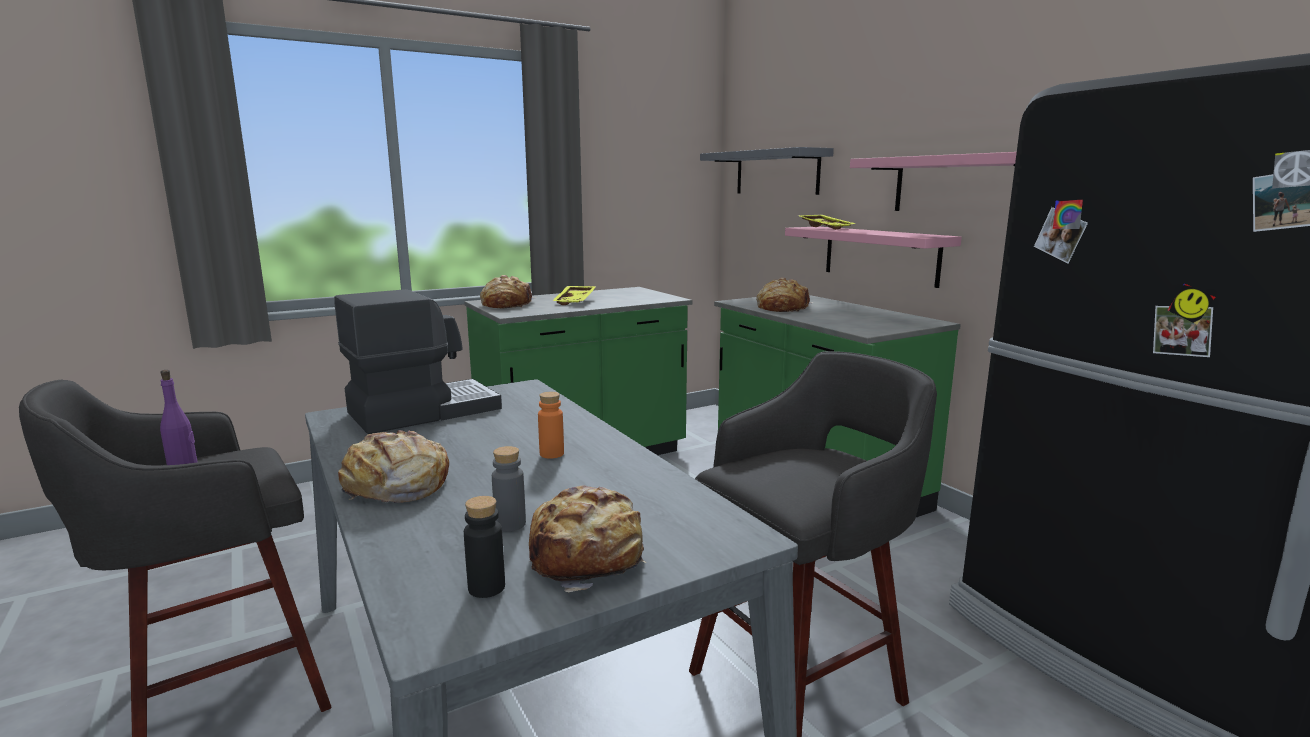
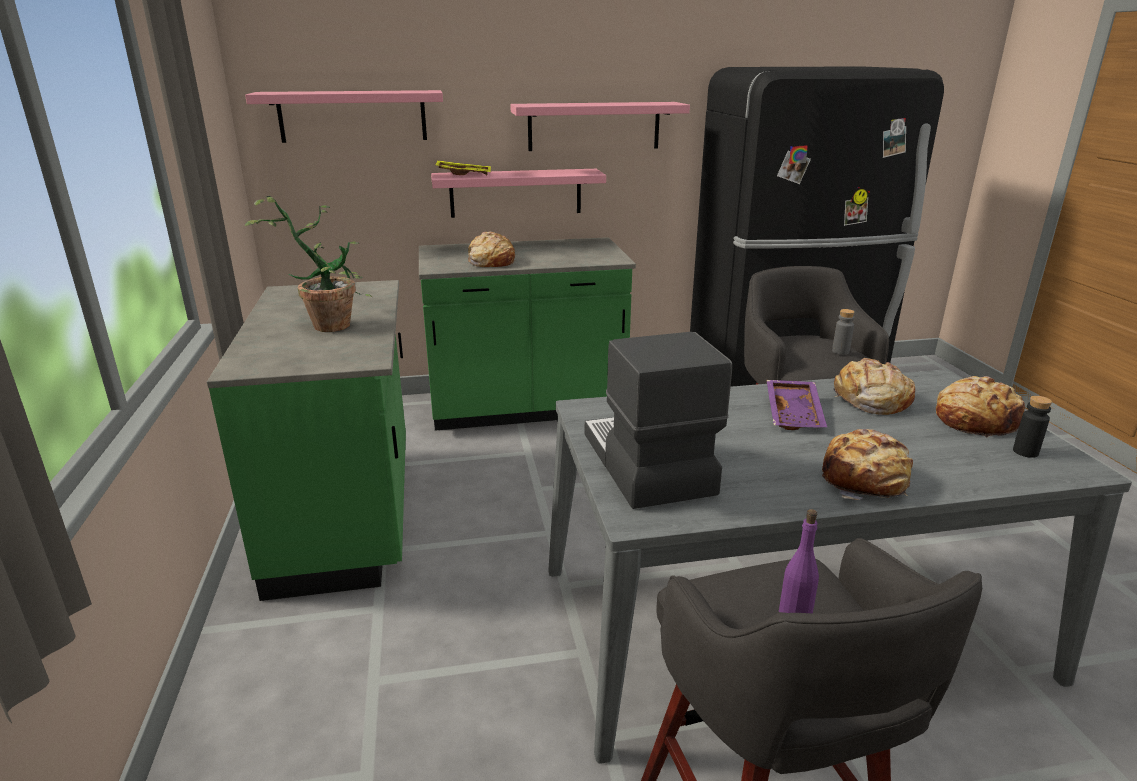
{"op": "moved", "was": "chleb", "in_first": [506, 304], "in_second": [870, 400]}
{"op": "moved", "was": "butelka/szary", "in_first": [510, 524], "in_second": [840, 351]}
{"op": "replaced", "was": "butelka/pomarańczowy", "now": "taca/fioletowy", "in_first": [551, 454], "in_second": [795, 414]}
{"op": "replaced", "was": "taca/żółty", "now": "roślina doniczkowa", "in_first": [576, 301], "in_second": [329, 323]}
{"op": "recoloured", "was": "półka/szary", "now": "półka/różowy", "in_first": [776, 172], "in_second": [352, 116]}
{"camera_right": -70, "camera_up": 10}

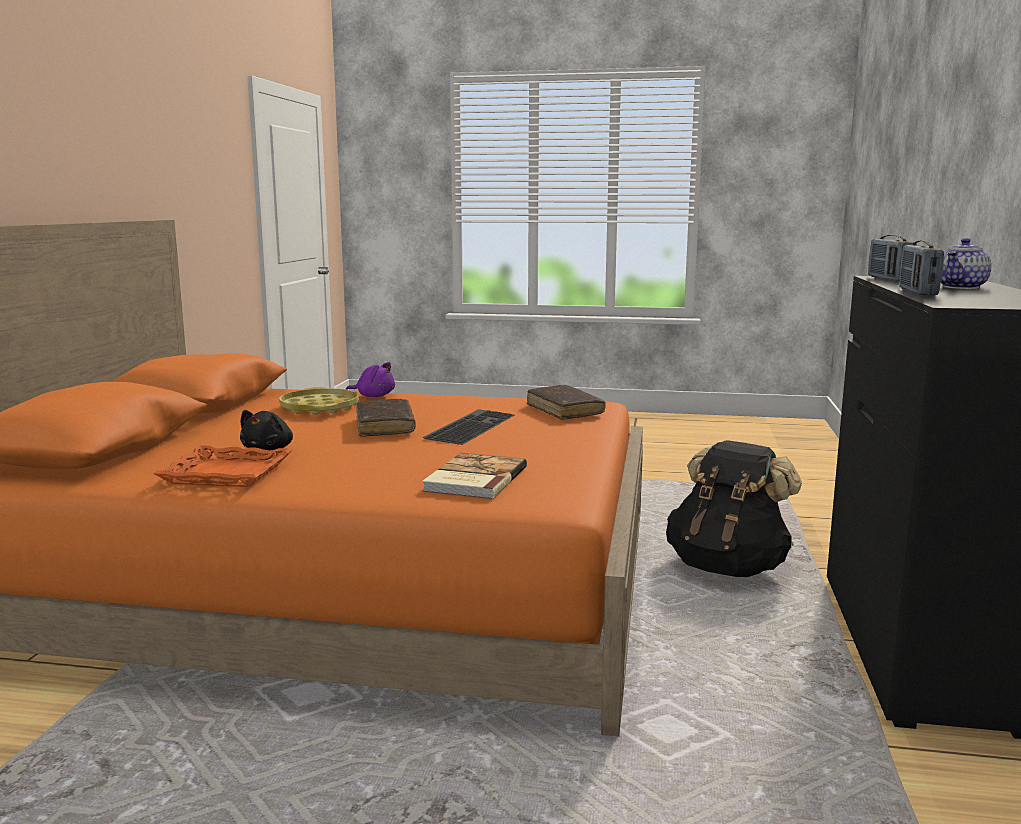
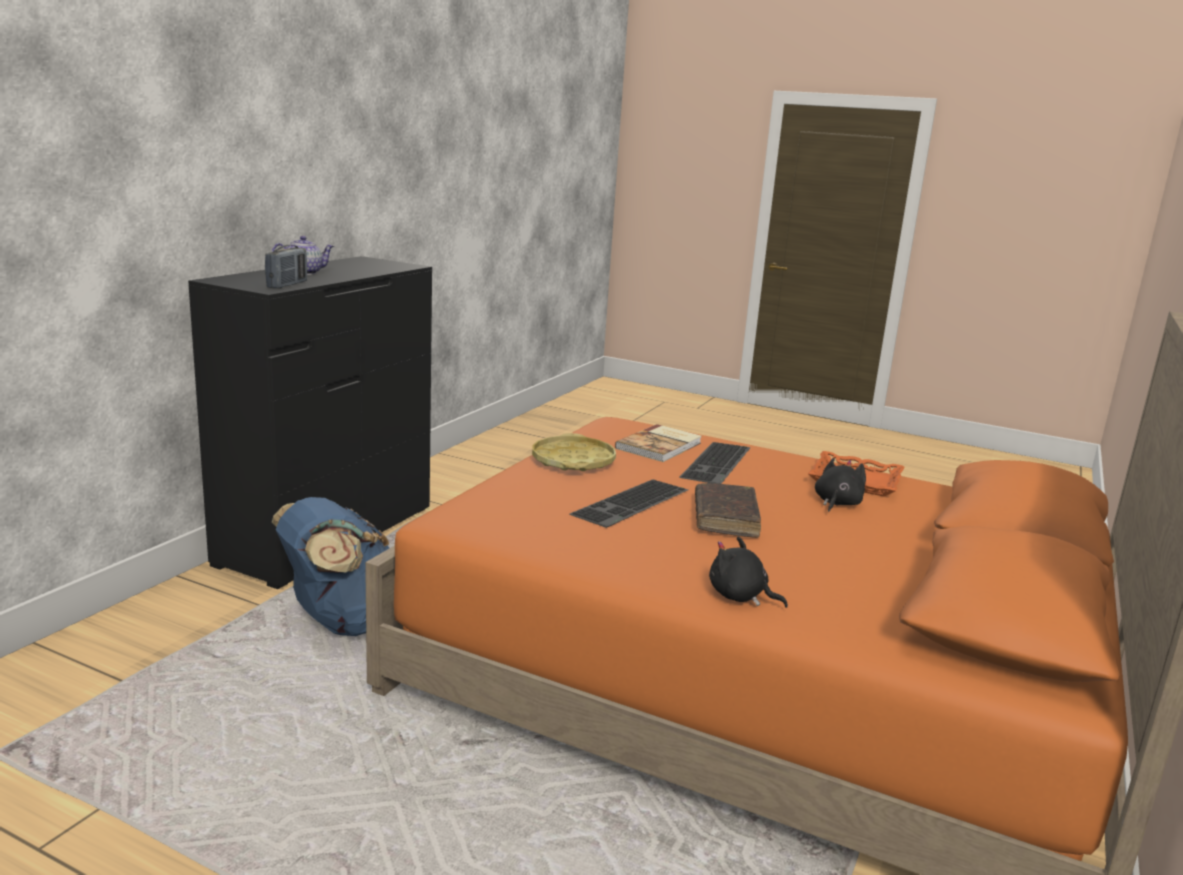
{"op": "removed", "was": "książka/brązowy", "in_first": [564, 410]}
{"op": "removed", "was": "radio", "in_first": [917, 292]}
{"op": "added", "now": "klawiatura", "in_second": [718, 463]}
{"op": "moved", "was": "taca/żółty", "in_first": [320, 408], "in_second": [573, 461]}
{"op": "recoloured", "was": "pluszak/fioletowy", "now": "pluszak/czarny", "in_first": [374, 396], "in_second": [740, 596]}
{"op": "recoloured", "was": "plecak/czarny", "now": "plecak/niebieski", "in_first": [728, 567], "in_second": [344, 623]}
{"camera_right": -165, "camera_up": 5}

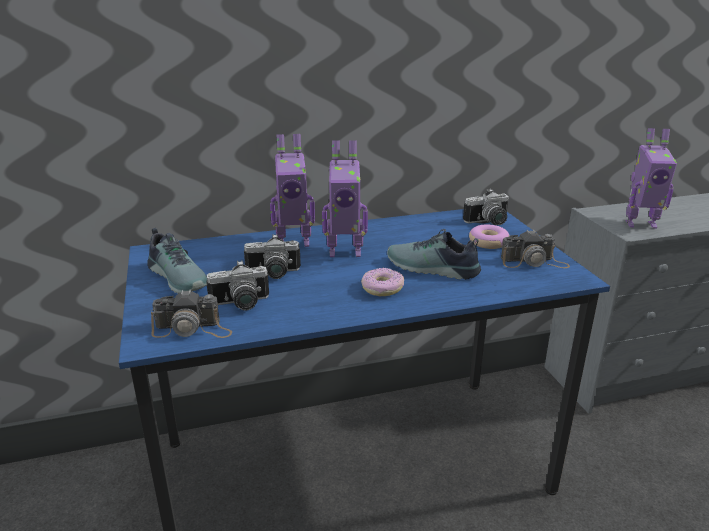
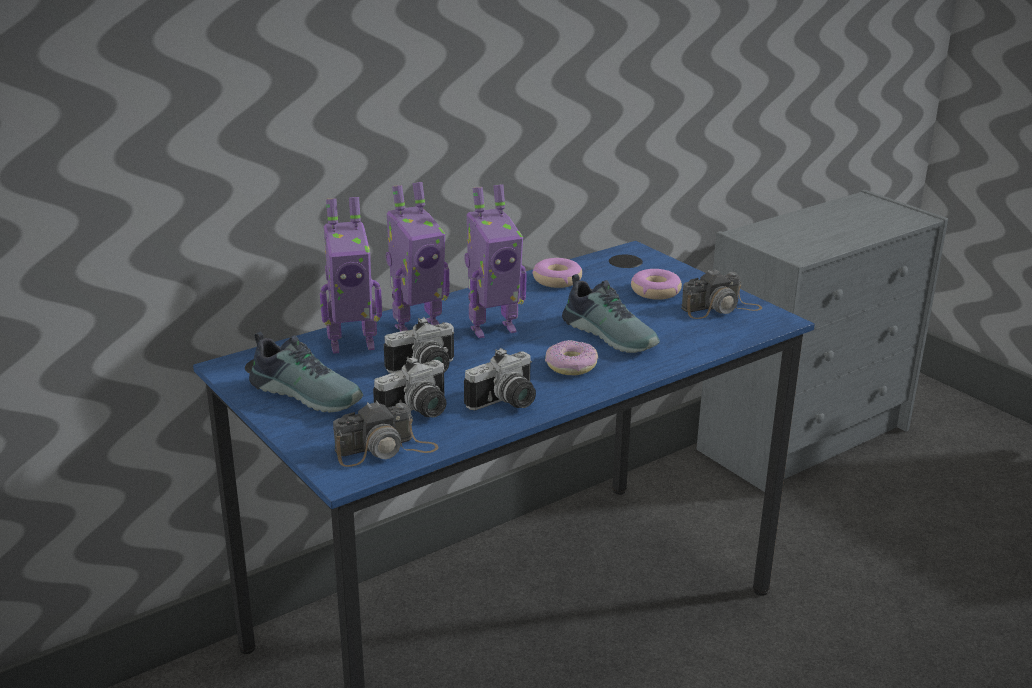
{"op": "added", "now": "donut", "in_second": [557, 280]}
{"op": "moved", "was": "aparat fotograficzny", "in_first": [489, 222], "in_second": [506, 403]}
{"op": "moved", "was": "robot zabawkowy", "in_first": [640, 223], "in_second": [352, 344]}
{"op": "turned", "was": "but", "in_first": [431, 269], "in_second": [612, 334], "clockwise": -135}
{"camera_right": -20, "camera_up": 0}

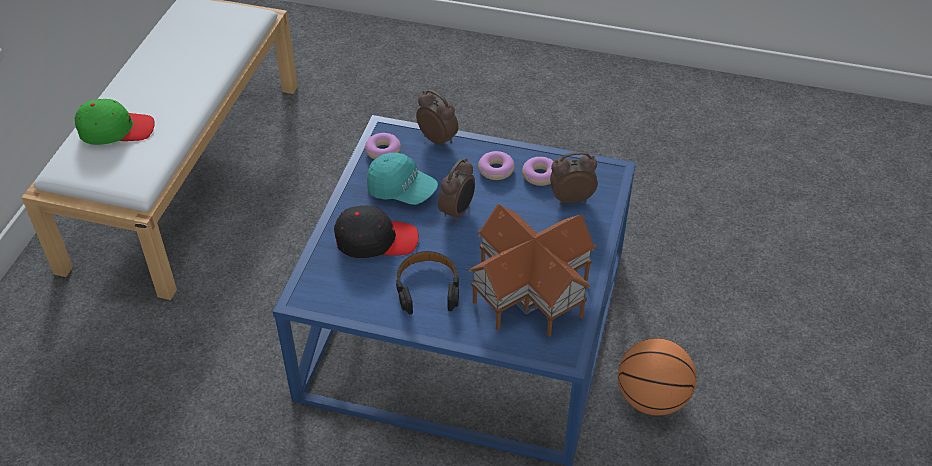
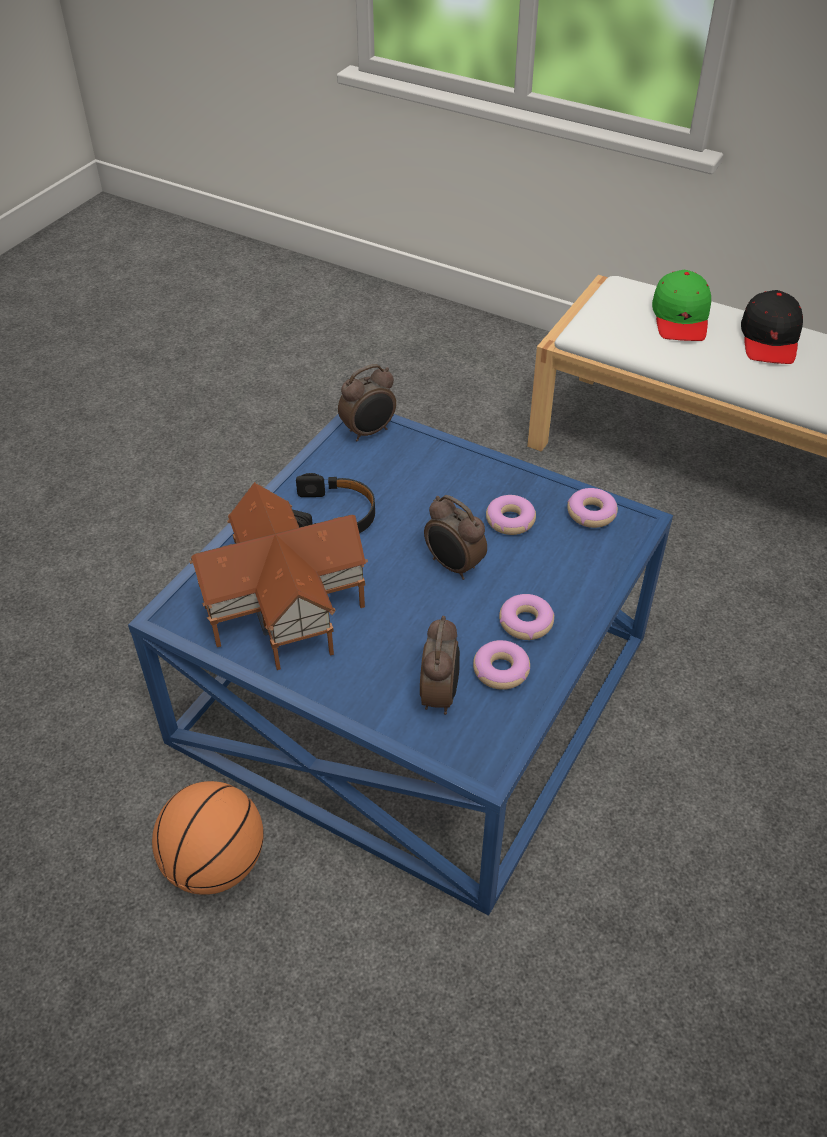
{"op": "moved", "was": "czapka z daszkiem/czarny", "in_first": [376, 240], "in_second": [770, 339]}
{"op": "moved", "was": "budzik", "in_first": [438, 139], "in_second": [369, 432]}
{"op": "replaced", "was": "czapka z daszkiem/turkusowy", "now": "donut", "in_first": [402, 190], "in_second": [510, 520]}
{"camera_right": 105, "camera_up": 0}

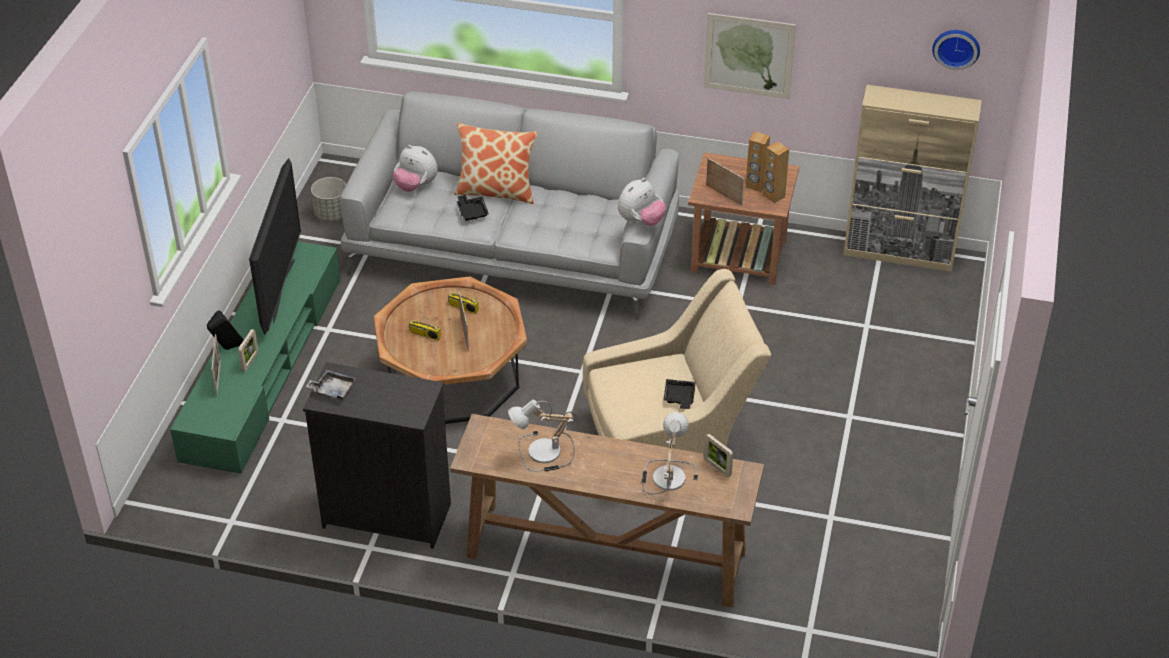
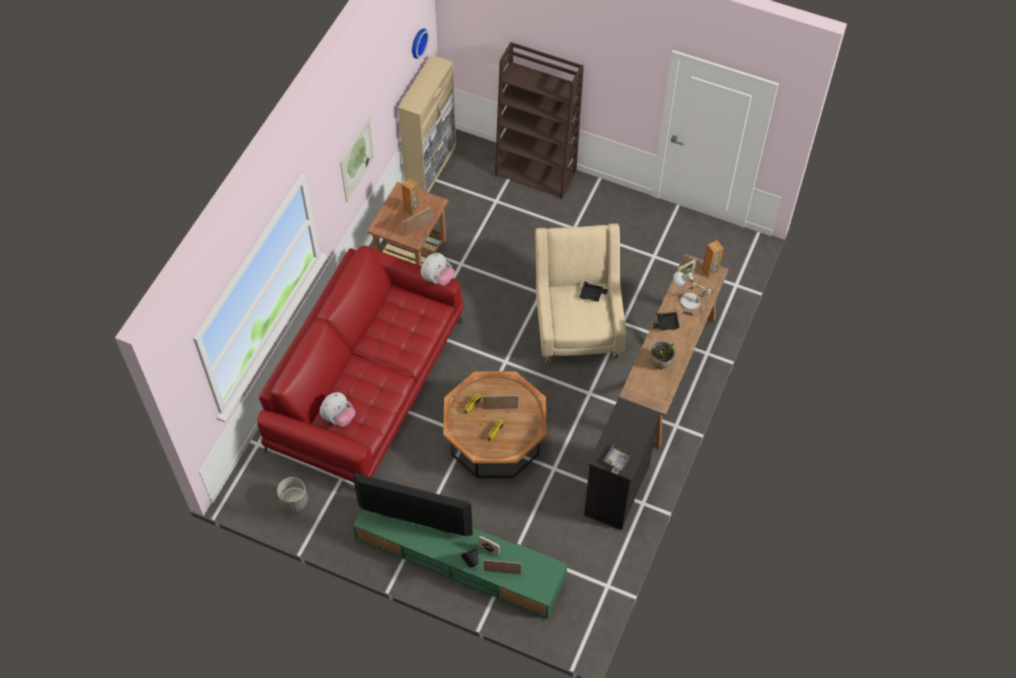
{"op": "removed", "was": "poduszka", "in_first": [496, 191]}
{"op": "added", "now": "regał/brązowy", "in_second": [536, 173]}
{"op": "moved", "was": "taca/czarny", "in_first": [472, 212], "in_second": [666, 324]}
{"op": "moved", "was": "głośnik/brązowy", "in_first": [773, 196], "in_second": [710, 271]}
{"op": "replaced", "was": "lampa stołowa", "now": "roślina doniczkowa", "in_first": [542, 454], "in_second": [661, 362]}
{"op": "recoloured", "was": "kanapa/szary", "now": "kanapa/czerwony", "in_first": [514, 248], "in_second": [368, 383]}
{"op": "turned", "was": "pluszak", "in_first": [641, 221], "in_second": [437, 278], "clockwise": 75}
{"camera_right": -80, "camera_up": 15}

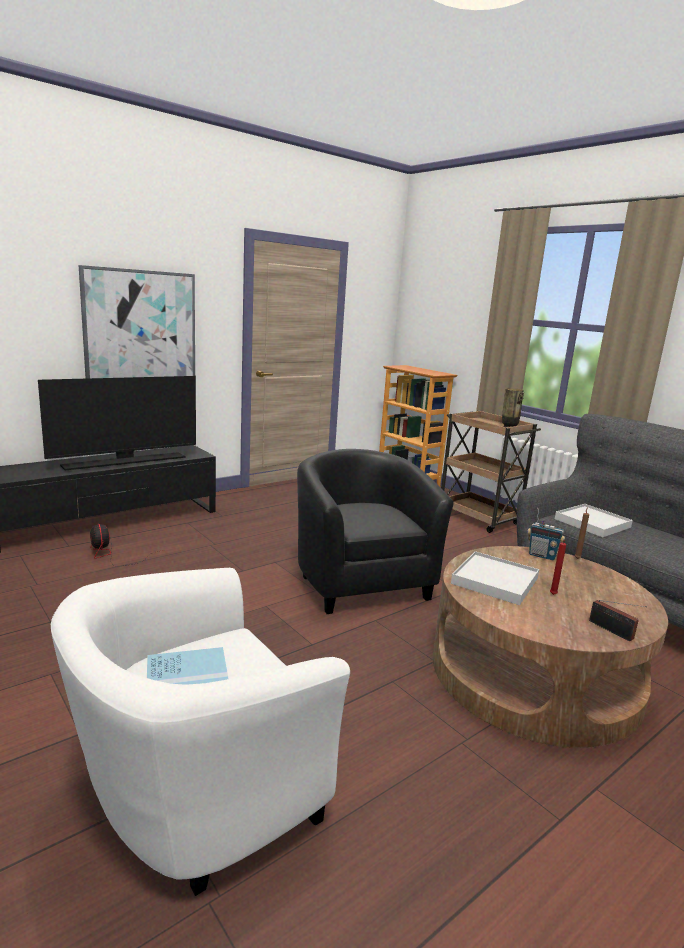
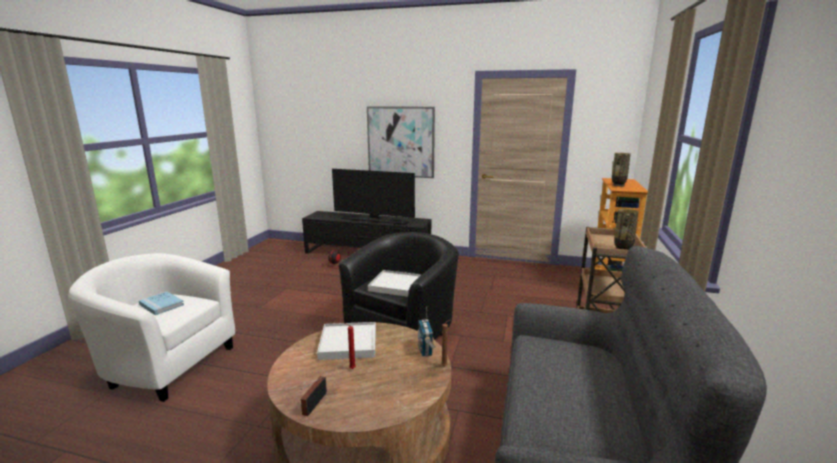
{"op": "added", "now": "wazon", "in_second": [618, 185]}
{"op": "moved", "was": "taca/biały", "in_first": [592, 523], "in_second": [394, 285]}
{"camera_right": 55, "camera_up": 0}

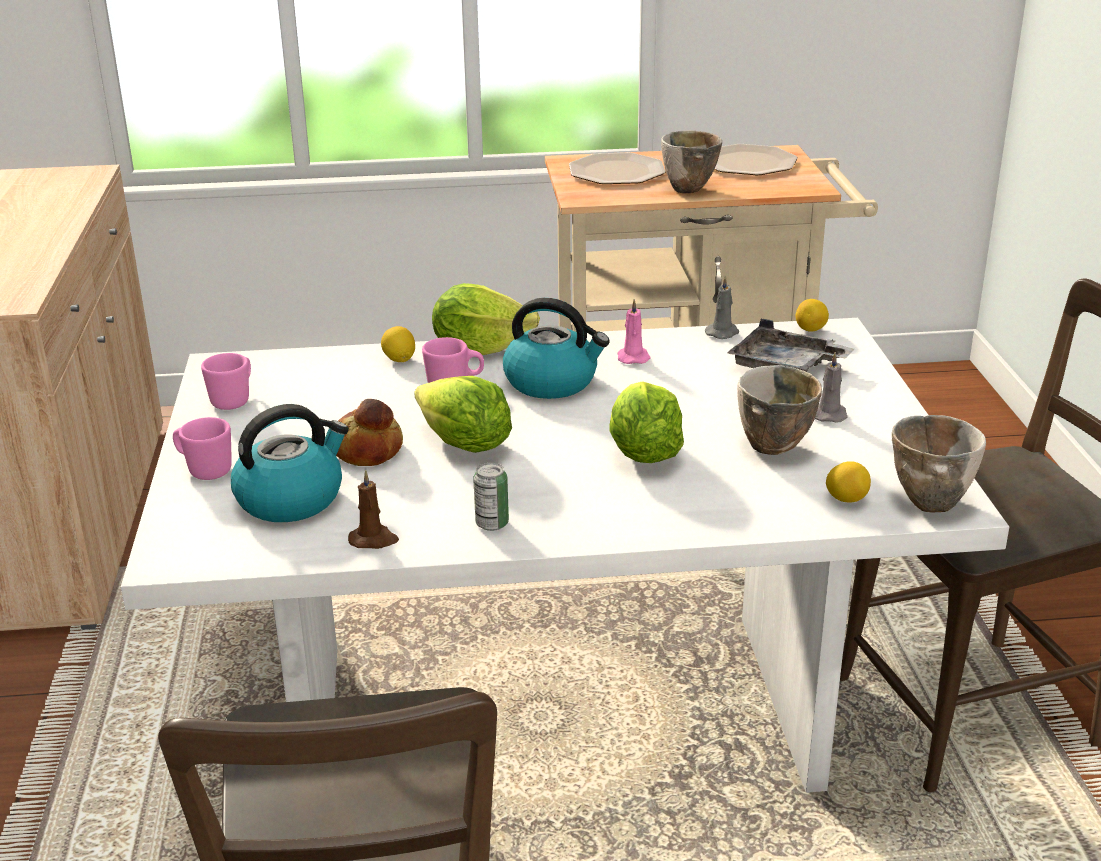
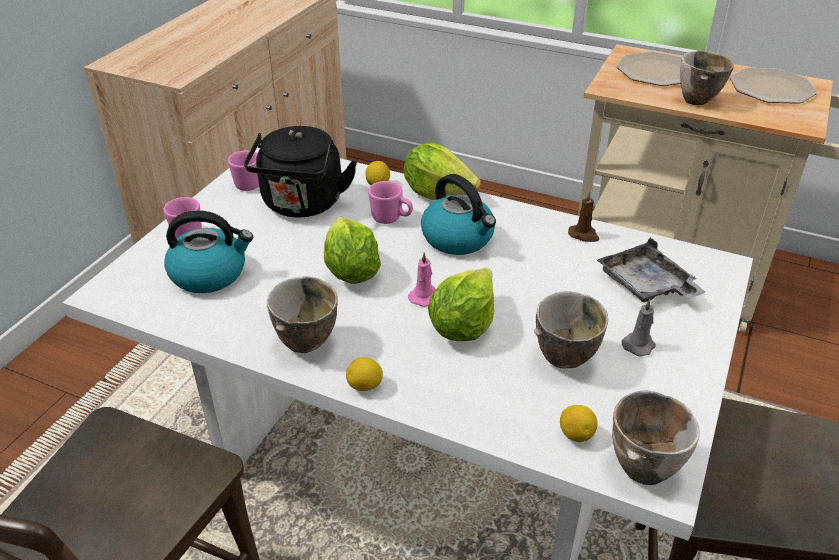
{"op": "removed", "was": "chleb", "in_first": [368, 450]}
{"op": "removed", "was": "świeca/szary", "in_first": [723, 332]}
{"op": "added", "now": "czajnik/czarny", "in_second": [302, 205]}
{"op": "moved", "was": "świeca/brązowy", "in_first": [374, 540], "in_second": [584, 235]}
{"op": "moved", "was": "świeca/różowy", "in_first": [632, 357], "in_second": [424, 296]}
{"op": "moved", "was": "cytryna", "in_first": [811, 330], "in_second": [365, 386]}
{"op": "replaced", "was": "puszka", "now": "miska", "in_first": [492, 524], "in_second": [304, 345]}
{"camera_right": 30, "camera_up": 10}

